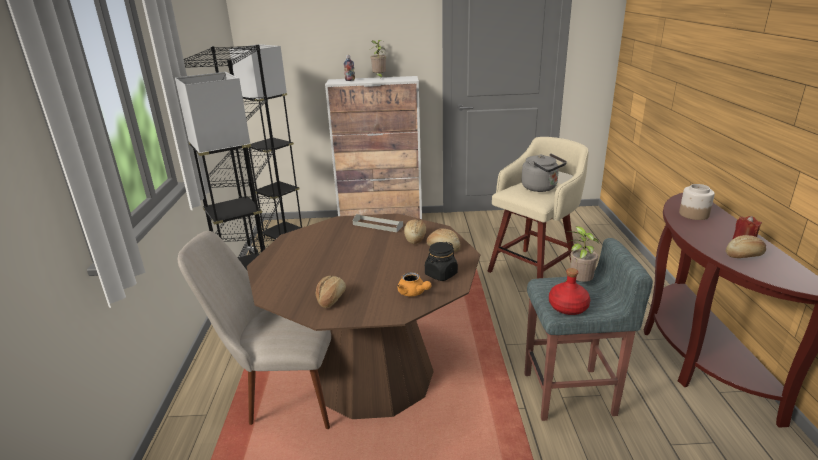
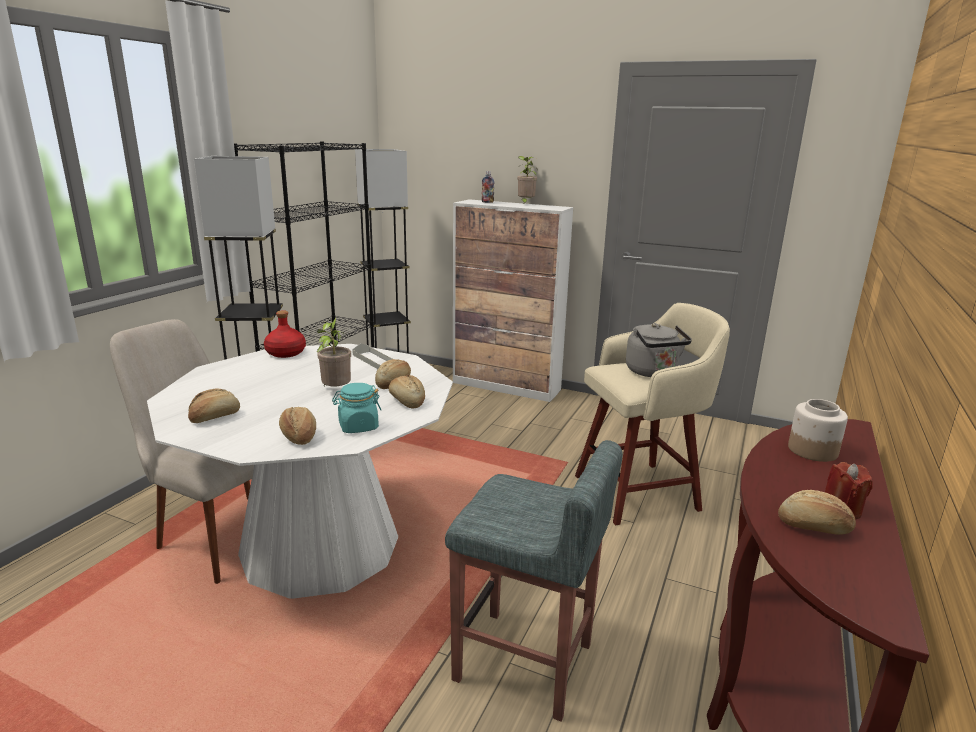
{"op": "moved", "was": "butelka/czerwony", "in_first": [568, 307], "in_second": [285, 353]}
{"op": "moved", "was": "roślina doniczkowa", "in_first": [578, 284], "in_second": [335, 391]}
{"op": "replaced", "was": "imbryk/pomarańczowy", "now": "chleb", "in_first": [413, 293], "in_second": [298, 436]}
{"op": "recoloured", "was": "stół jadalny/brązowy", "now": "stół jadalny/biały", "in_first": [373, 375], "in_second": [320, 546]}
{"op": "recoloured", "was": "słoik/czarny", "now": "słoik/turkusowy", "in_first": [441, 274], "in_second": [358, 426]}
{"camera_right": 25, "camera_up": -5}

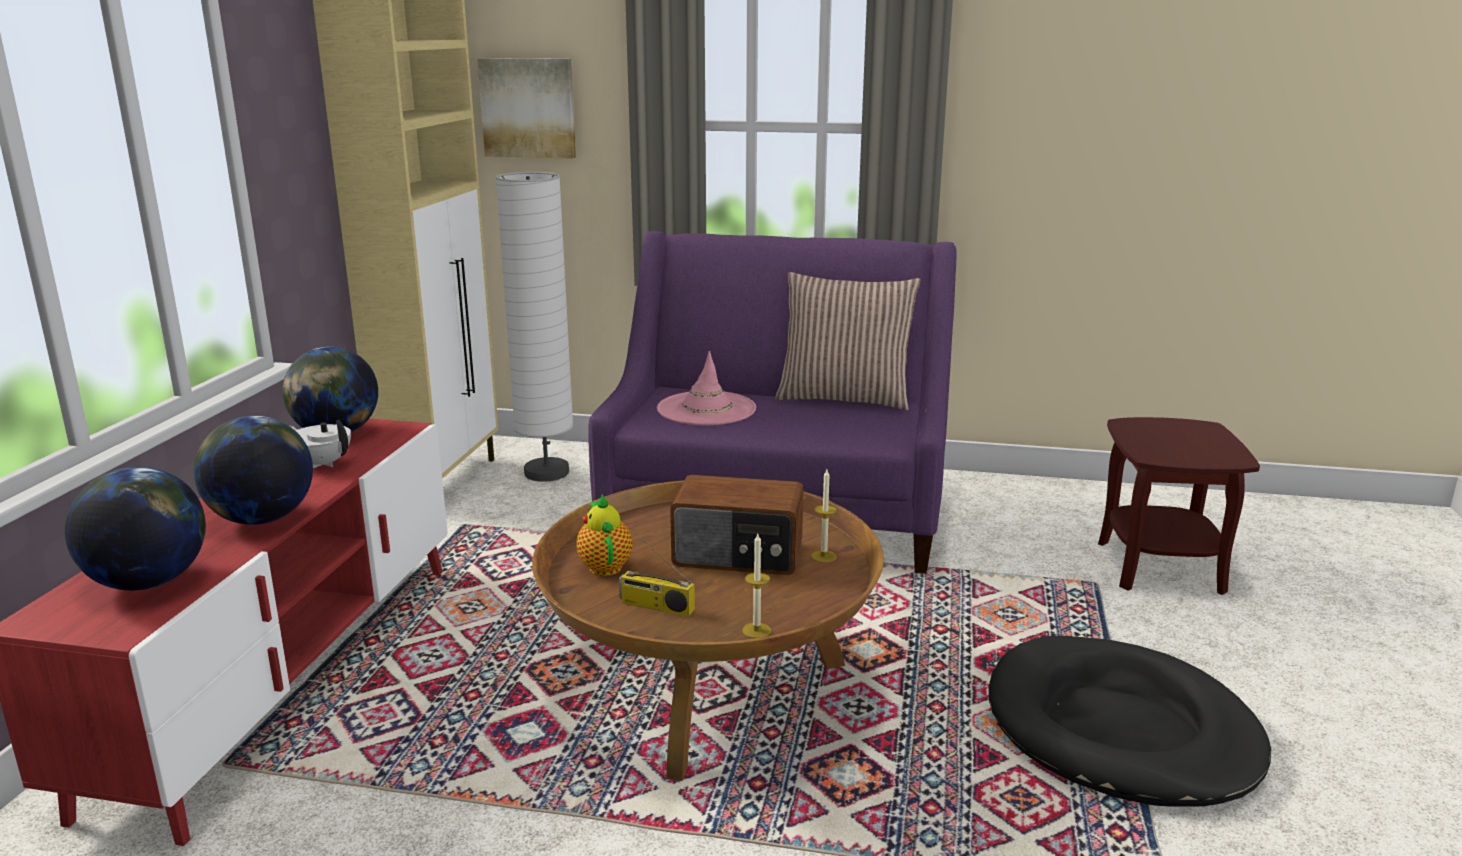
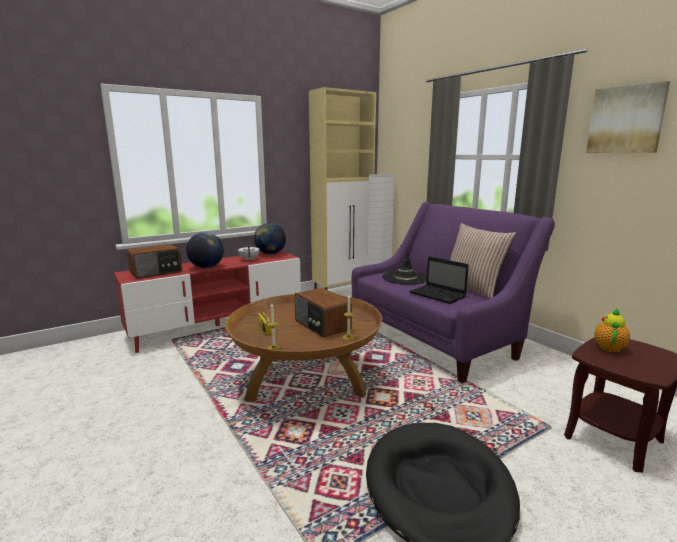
{"op": "added", "now": "laptop", "in_second": [438, 295]}
{"op": "moved", "was": "obraz", "in_first": [528, 108], "in_second": [626, 120]}
{"op": "moved", "was": "imbryk", "in_first": [604, 565], "in_second": [609, 347]}
{"op": "replaced", "was": "globus", "now": "radio", "in_first": [148, 582], "in_second": [156, 272]}
{"op": "recoloured", "was": "kapelusz/różowy", "now": "kapelusz/czarny", "in_first": [706, 409], "in_second": [405, 278]}
{"camera_right": 45, "camera_up": -5}

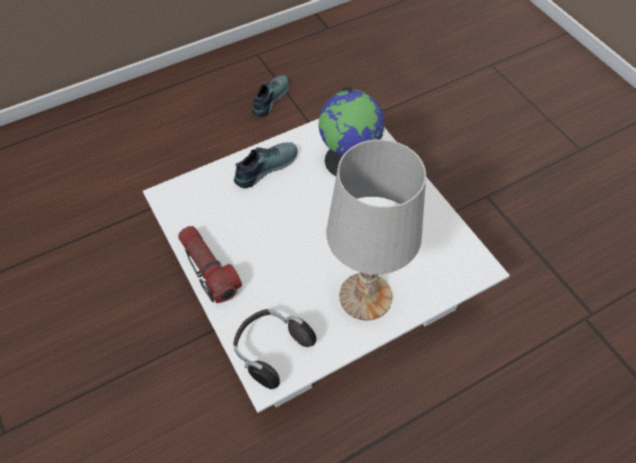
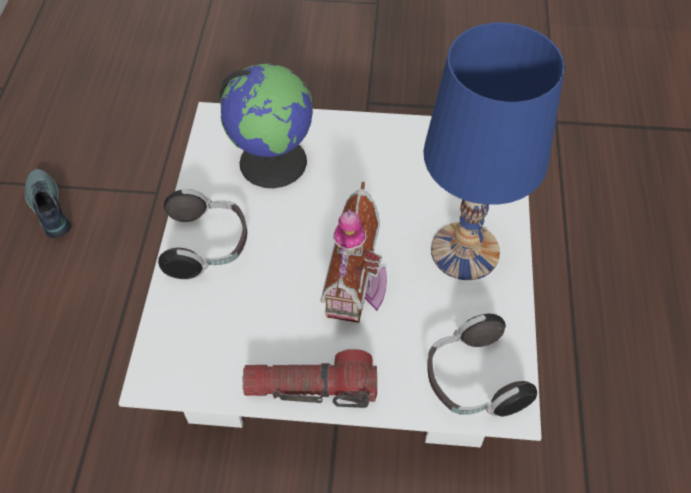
{"op": "added", "now": "domek", "in_second": [358, 288]}
{"op": "replaced", "was": "but", "now": "słuchawki", "in_first": [264, 167], "in_second": [207, 246]}
{"op": "recoloured", "was": "lampa stołowa/biały", "now": "lampa stołowa/niebieski", "in_first": [364, 296], "in_second": [464, 251]}
{"camera_right": -55, "camera_up": 0}

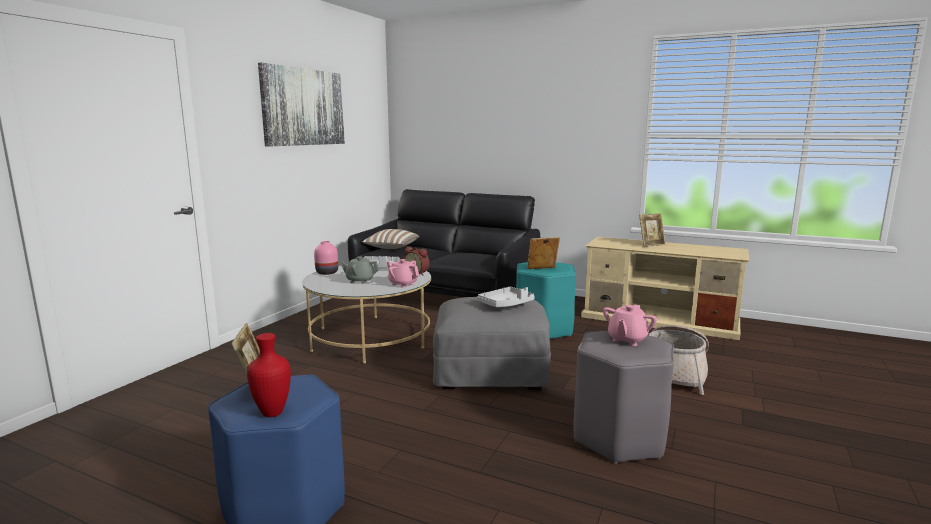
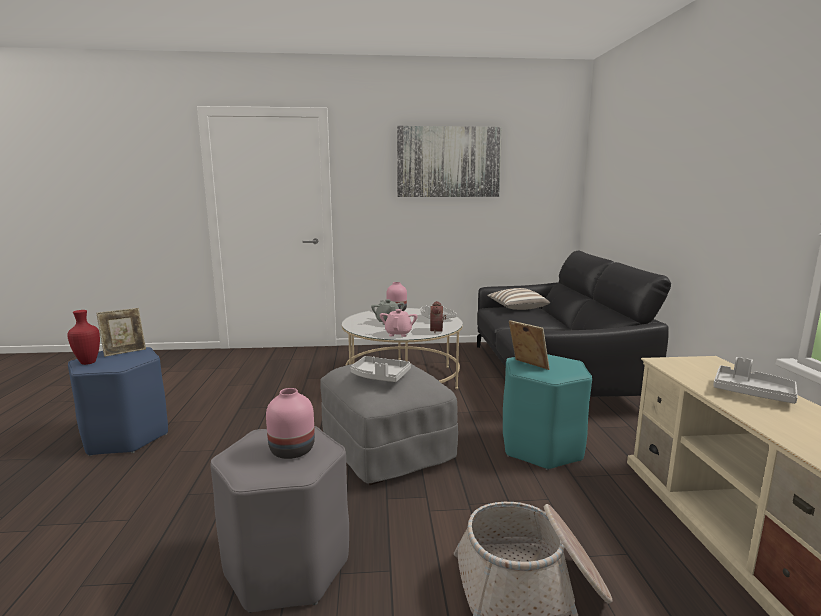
{"op": "replaced", "was": "imbryk/różowy", "now": "wazon/różowy", "in_first": [627, 340], "in_second": [293, 450]}
{"op": "replaced", "was": "ramka na zdjęcie", "now": "taca/szary", "in_first": [651, 245], "in_second": [752, 393]}
{"camera_right": 60, "camera_up": 0}

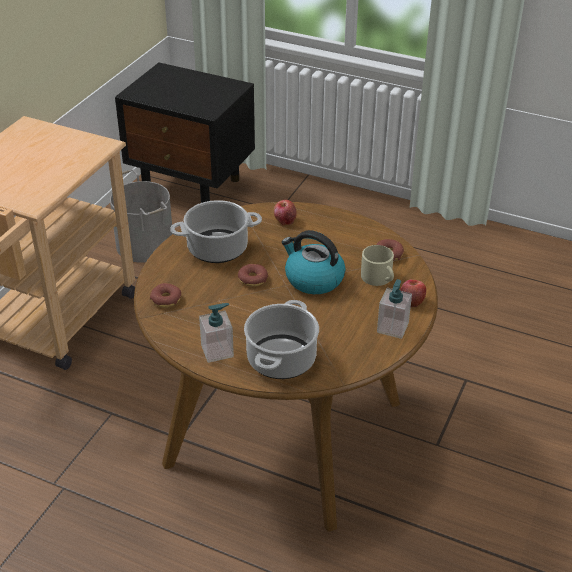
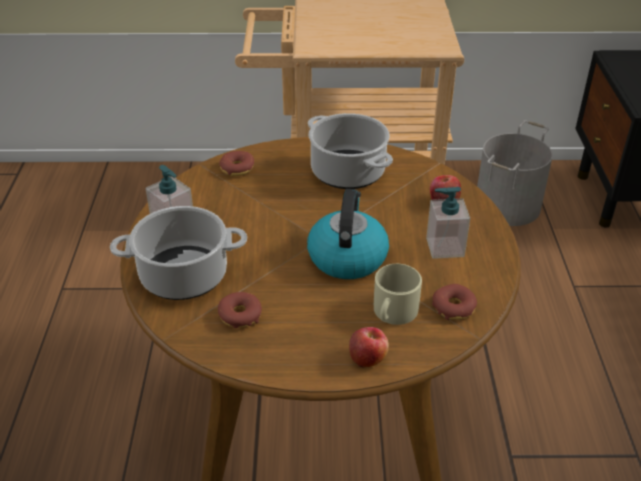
{"op": "moved", "was": "donut", "in_first": [252, 279], "in_second": [240, 315]}
{"op": "moved", "was": "dozownik mydła", "in_first": [392, 328], "in_second": [444, 247]}
{"camera_right": 65, "camera_up": 0}

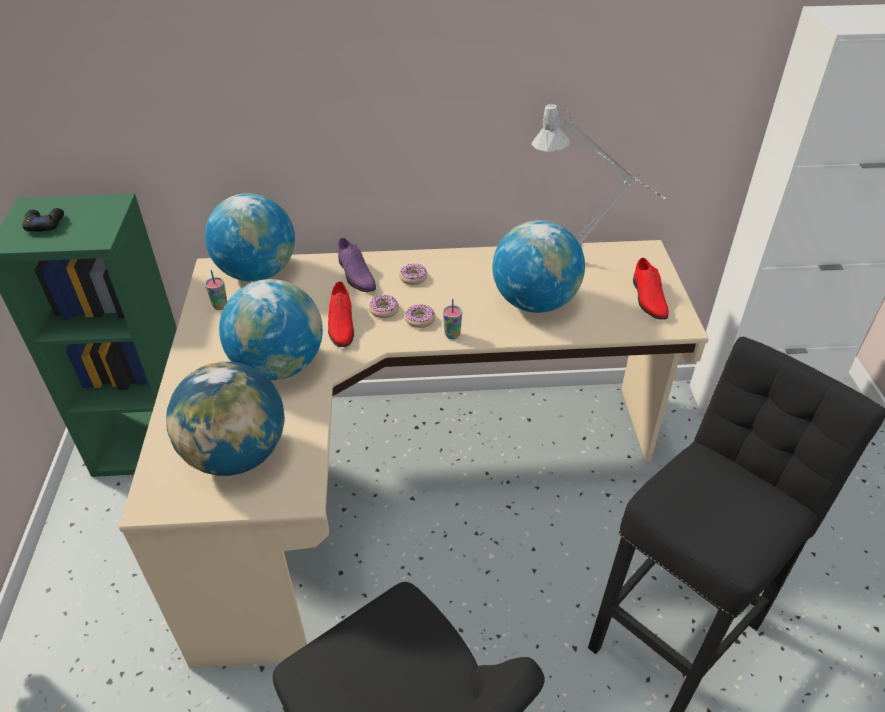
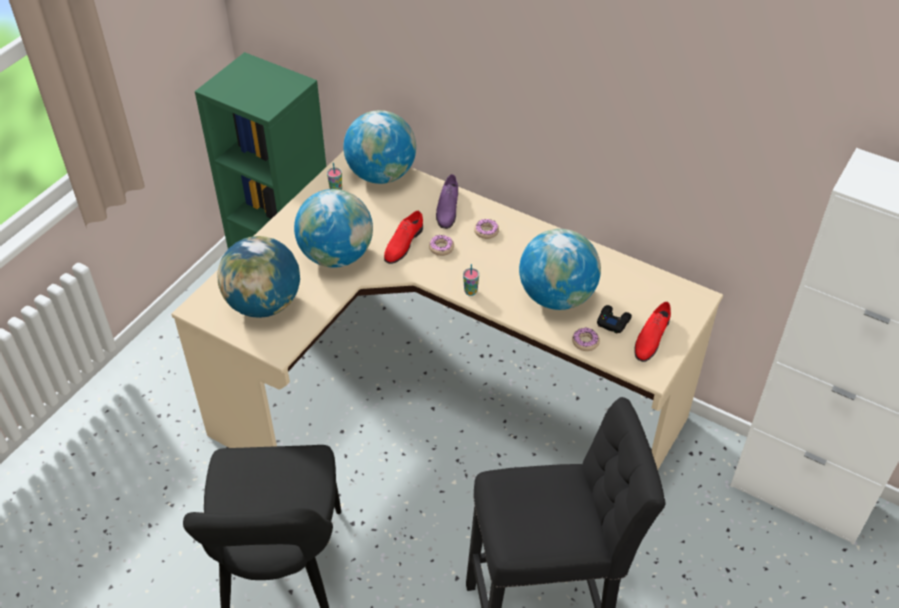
{"op": "removed", "was": "lampa stołowa/szary", "in_first": [586, 261]}
{"op": "moved", "was": "pad do gier/czarny", "in_first": [44, 224], "in_second": [613, 321]}
{"op": "moved", "was": "donut", "in_first": [420, 319], "in_second": [585, 342]}
{"camera_right": 35, "camera_up": 5}

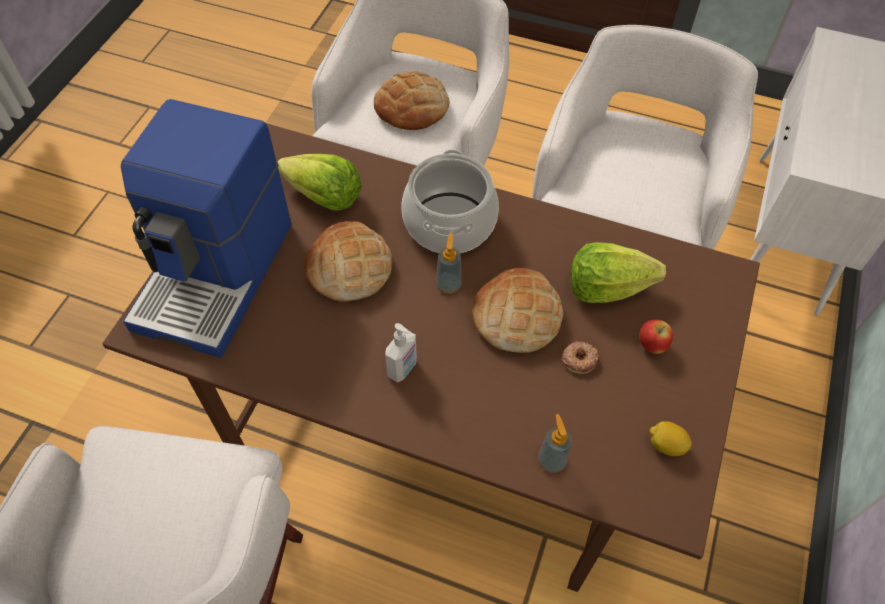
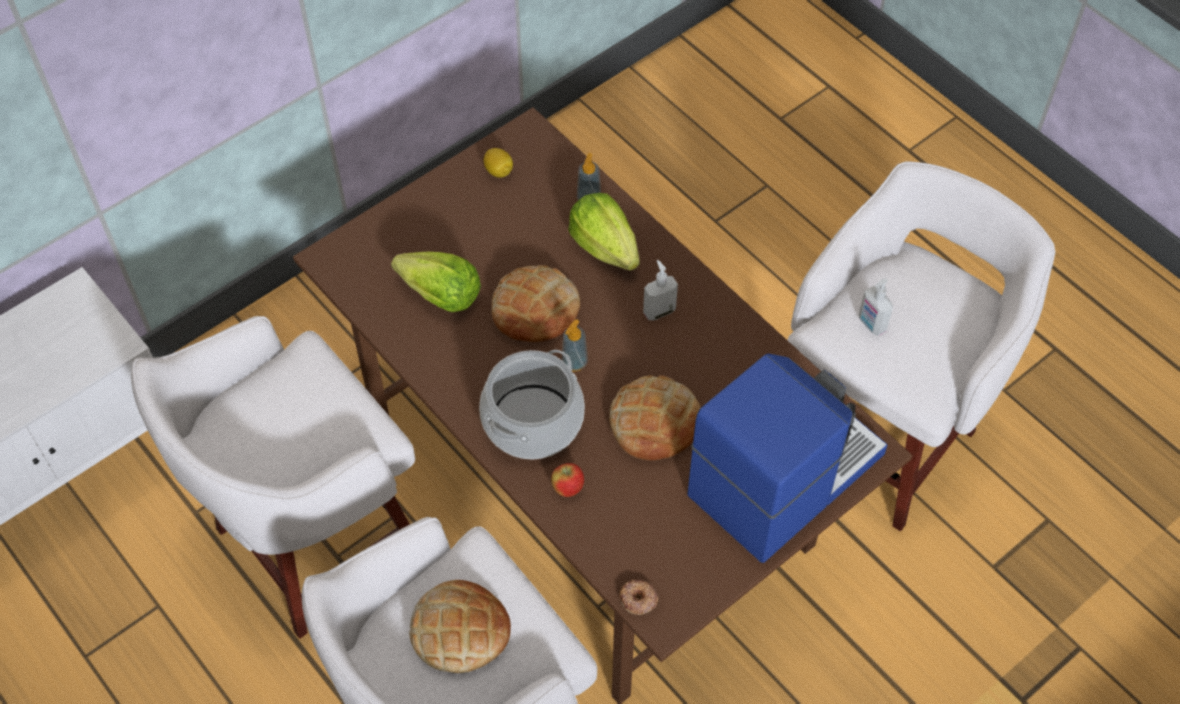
{"op": "added", "now": "dozownik mydła", "in_second": [871, 324]}
{"op": "moved", "was": "sałata", "in_first": [324, 197], "in_second": [605, 247]}
{"op": "moved", "was": "donut", "in_first": [579, 359], "in_second": [638, 599]}
{"op": "moved", "was": "jabłko", "in_first": [651, 345], "in_second": [568, 488]}
{"camera_right": -150, "camera_up": 0}

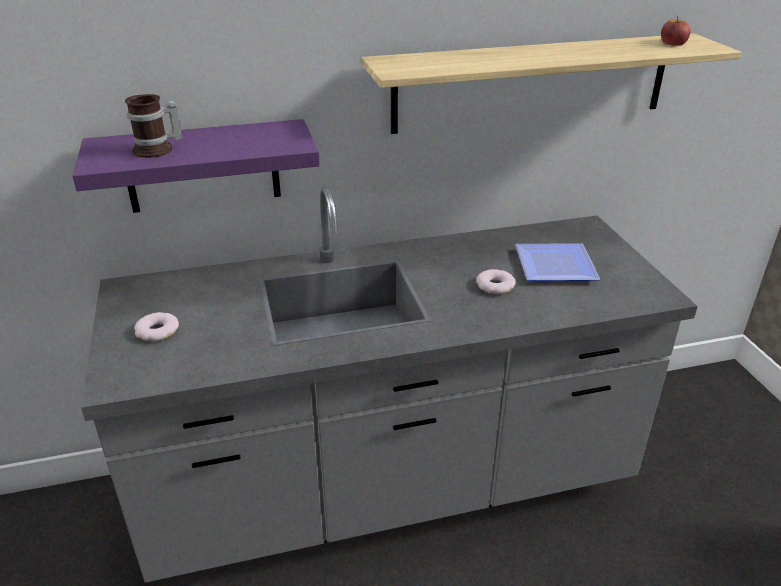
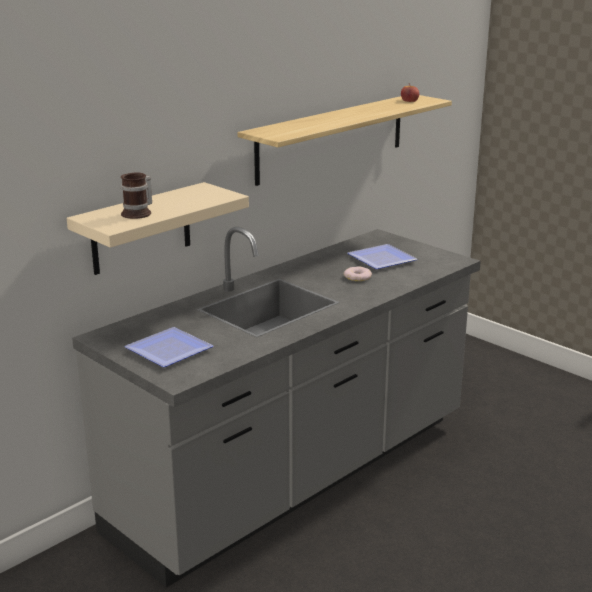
{"op": "replaced", "was": "donut", "now": "talerz", "in_first": [157, 331], "in_second": [165, 350]}
{"op": "recoloured", "was": "półka/fioletowy", "now": "półka/beżowy", "in_first": [202, 166], "in_second": [141, 229]}
{"camera_right": -30, "camera_up": -10}

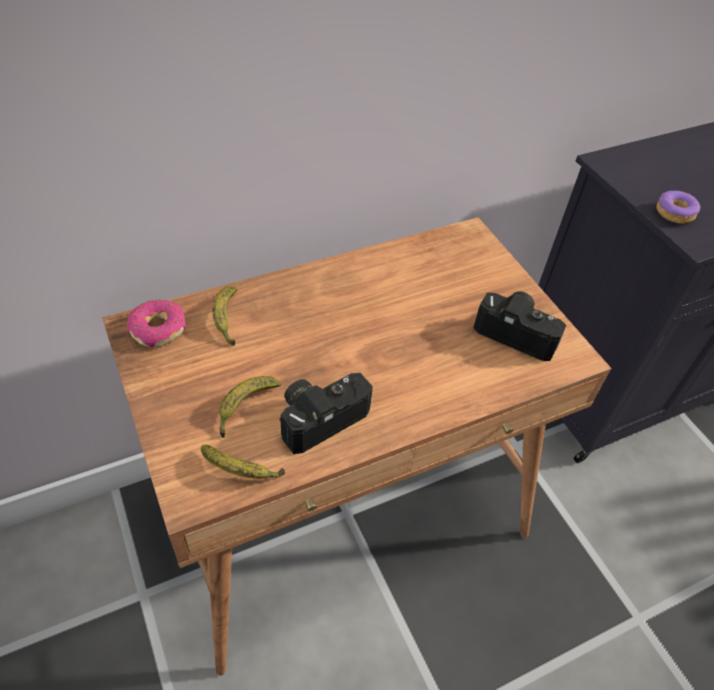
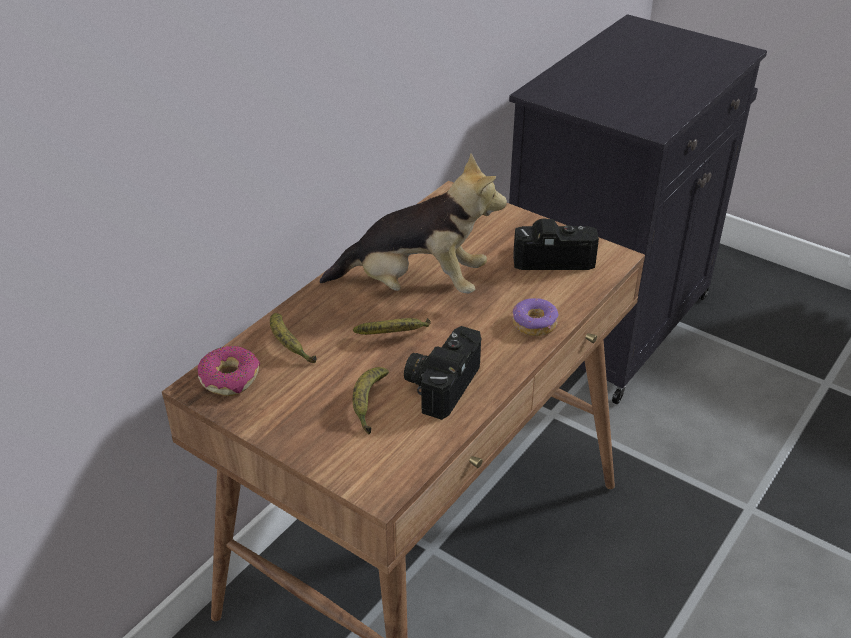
{"op": "added", "now": "pluszak", "in_second": [416, 286]}
{"op": "moved", "was": "banan", "in_first": [240, 471], "in_second": [394, 335]}
{"op": "moved", "was": "donut", "in_first": [674, 213], "in_second": [534, 324]}
{"camera_right": -25, "camera_up": -10}

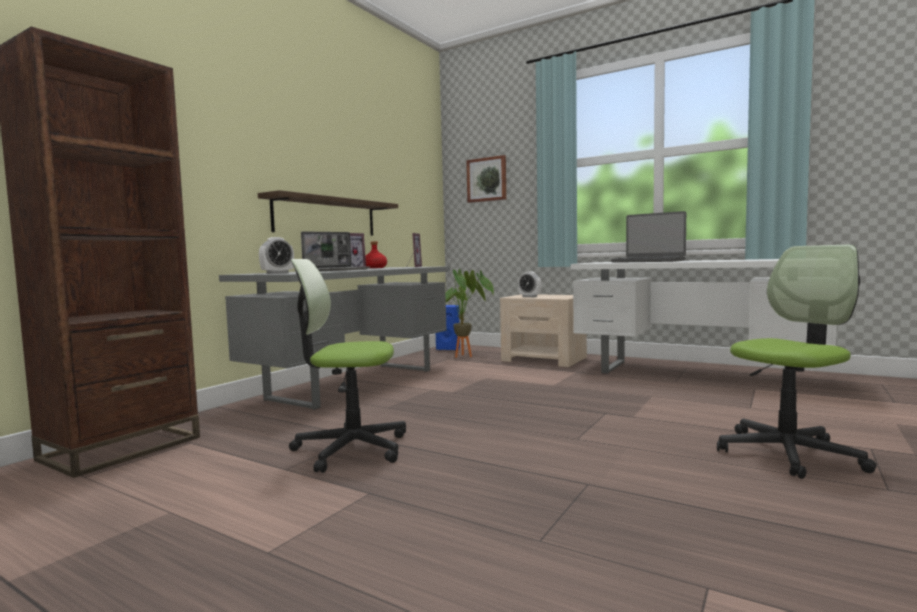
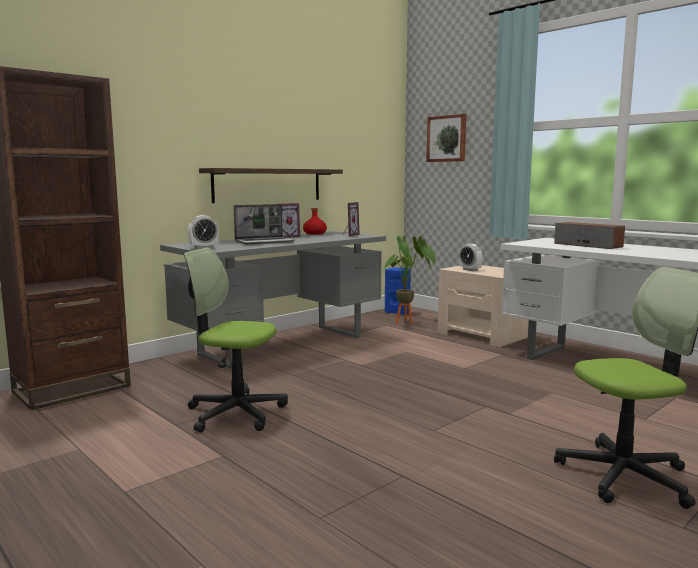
{"op": "replaced", "was": "laptop", "now": "głośnik", "in_first": [648, 261], "in_second": [588, 245]}
{"camera_right": 15, "camera_up": 5}

